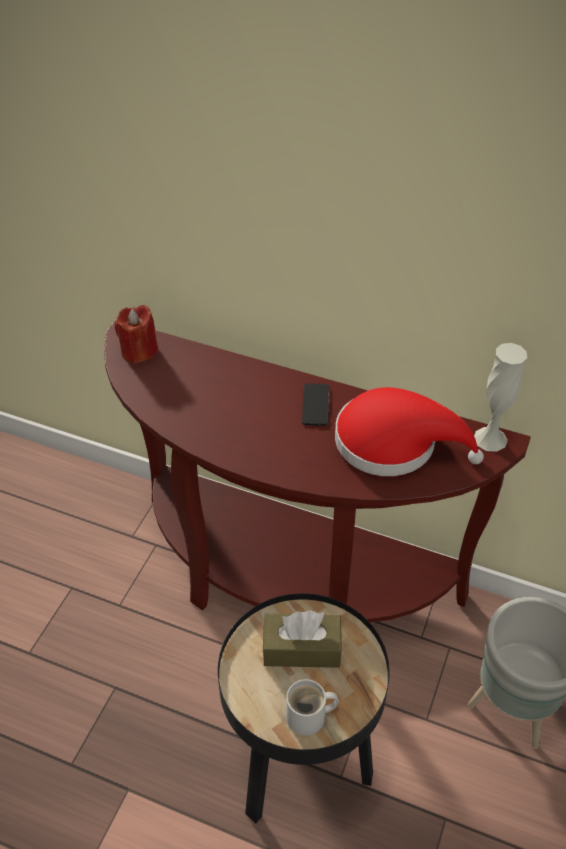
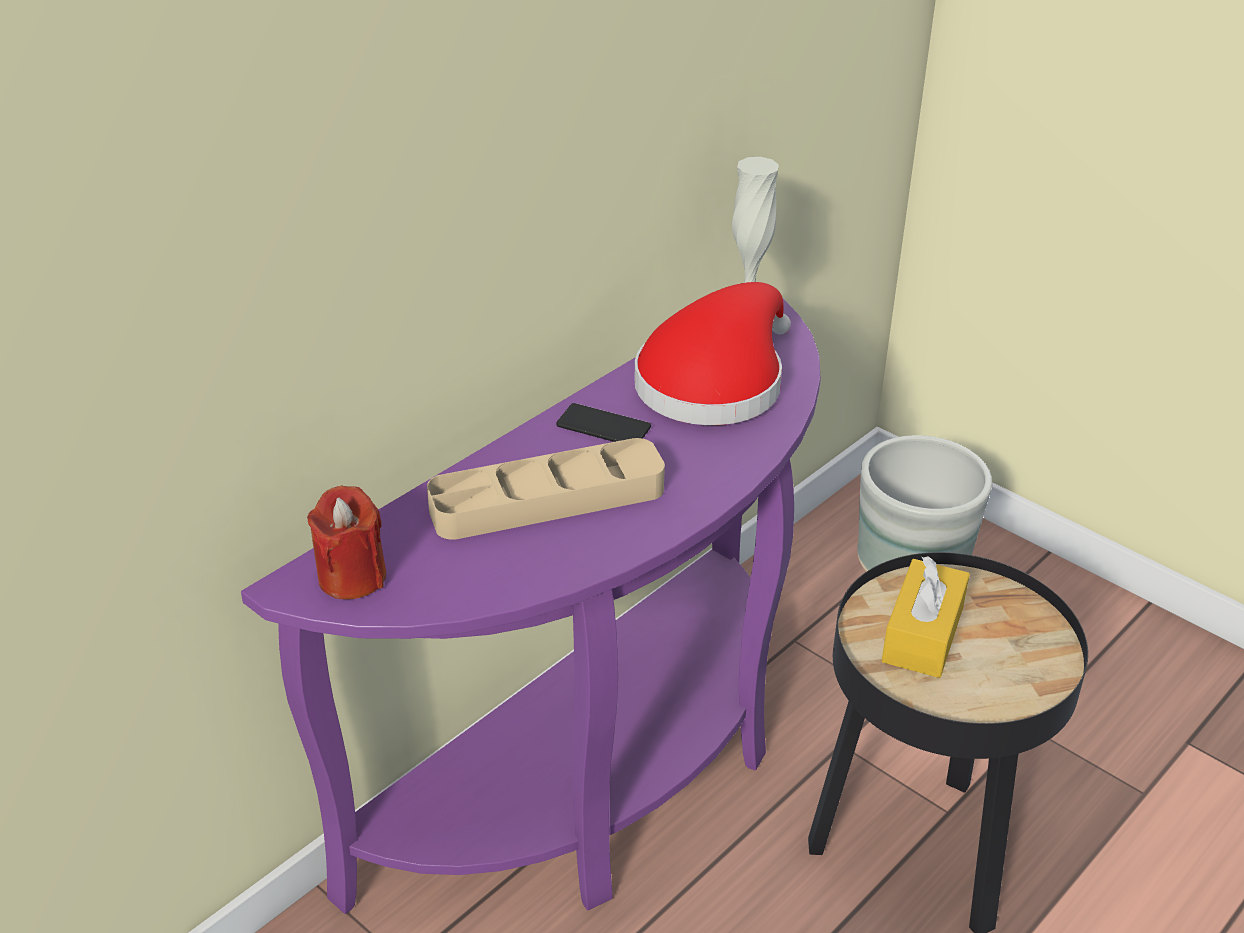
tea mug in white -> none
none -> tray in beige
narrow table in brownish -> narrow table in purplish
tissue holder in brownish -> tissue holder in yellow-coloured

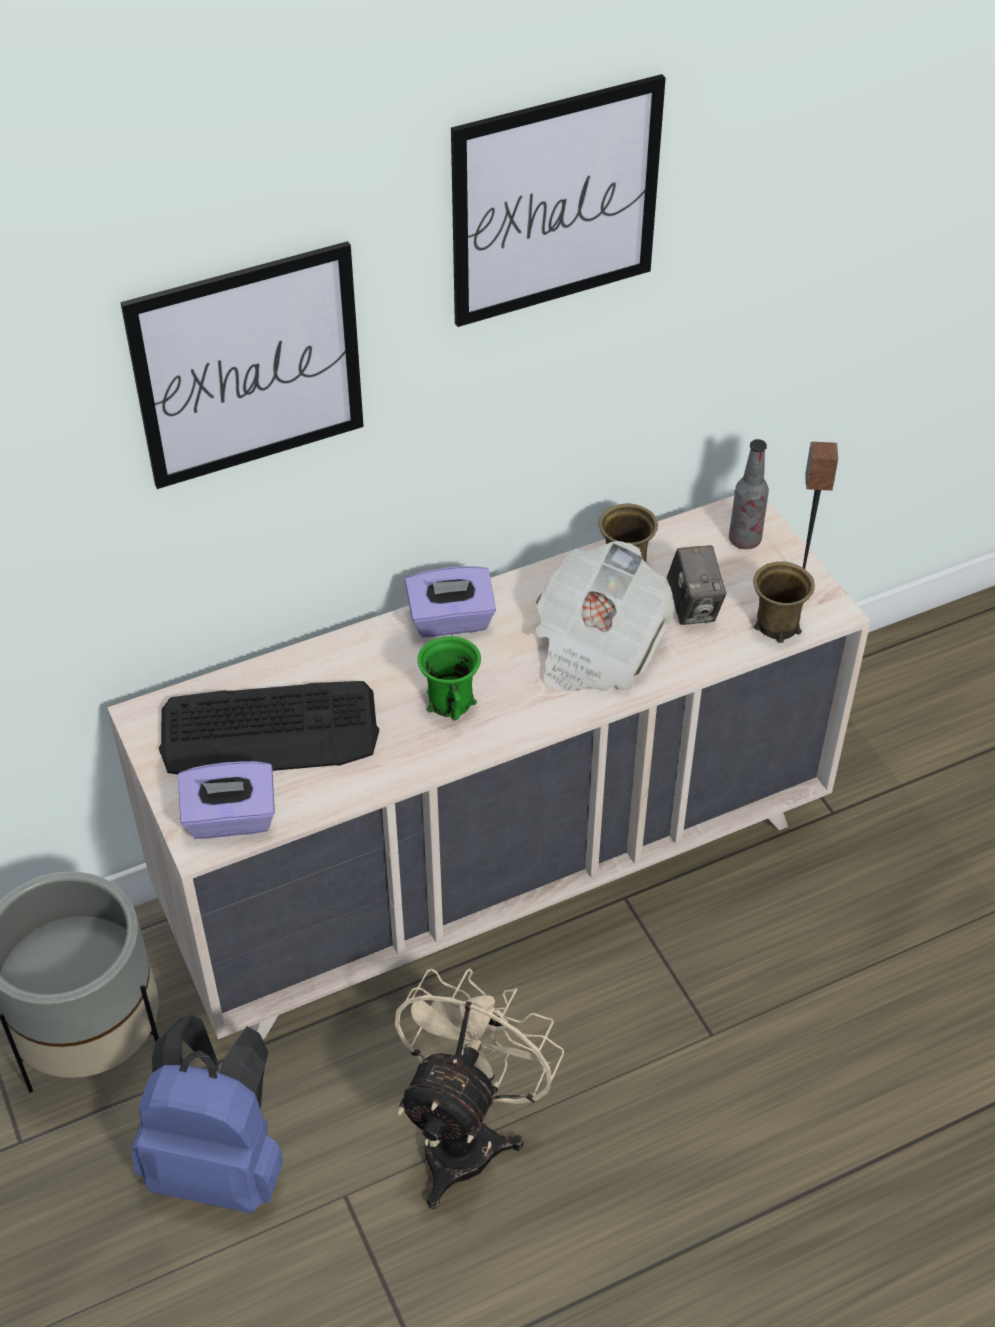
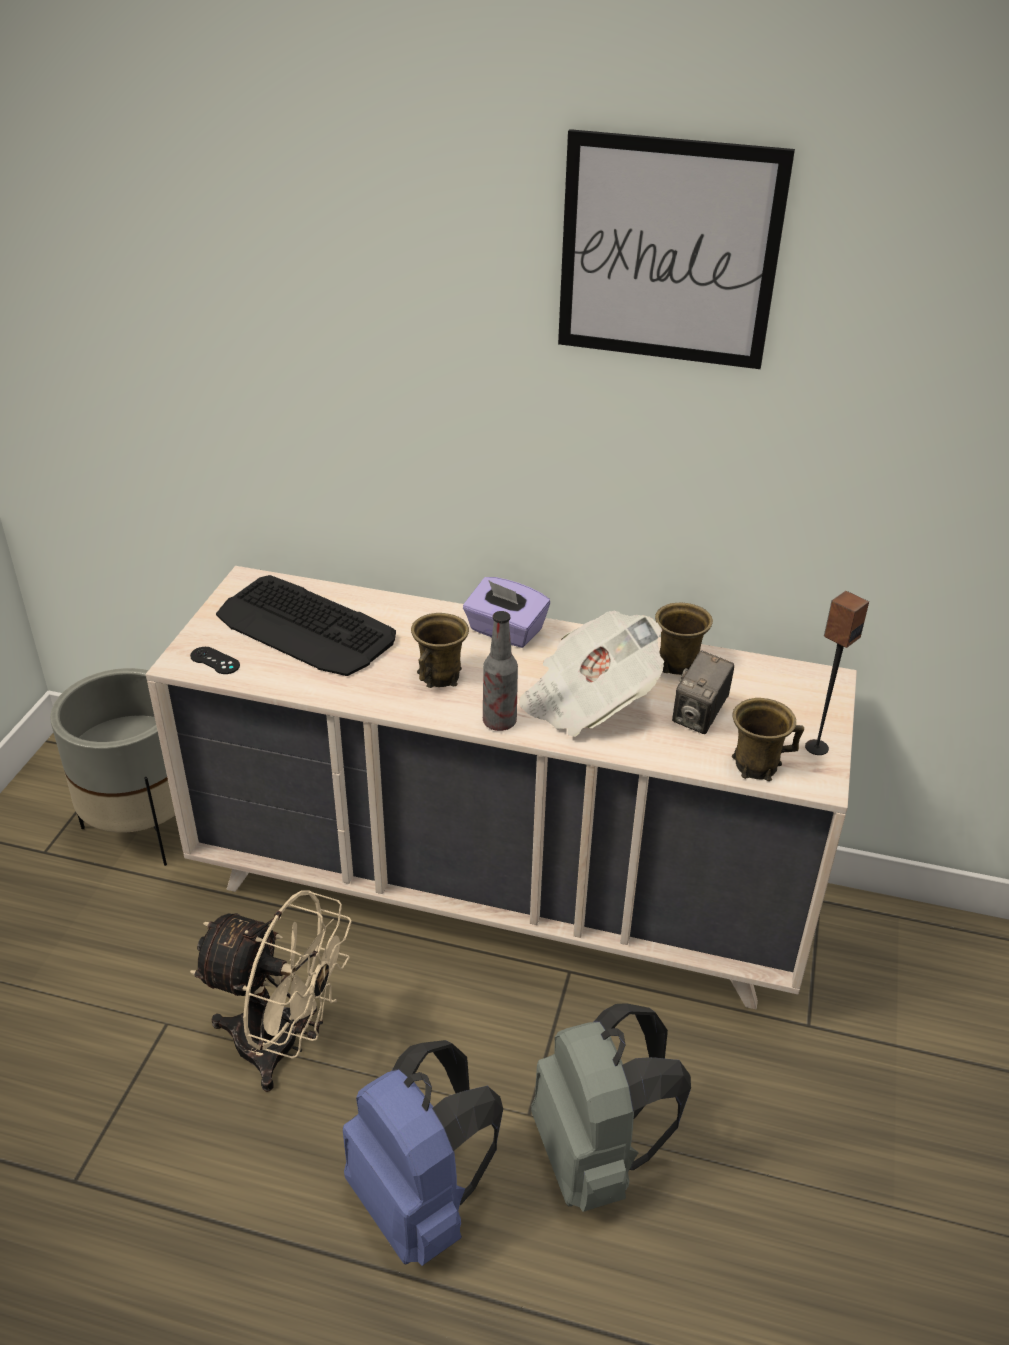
wall art (no. 1 from left) -> none
none -> backpack in greyish
backpack in blue-coloured, shifted
bottle, shifted
tissue holder in purplish (no. 1 from left) -> gamepad in black
tea mug in green -> tea mug in brownish (no. 1 from left)
cooling fan in beige, 45 degrees clockwise

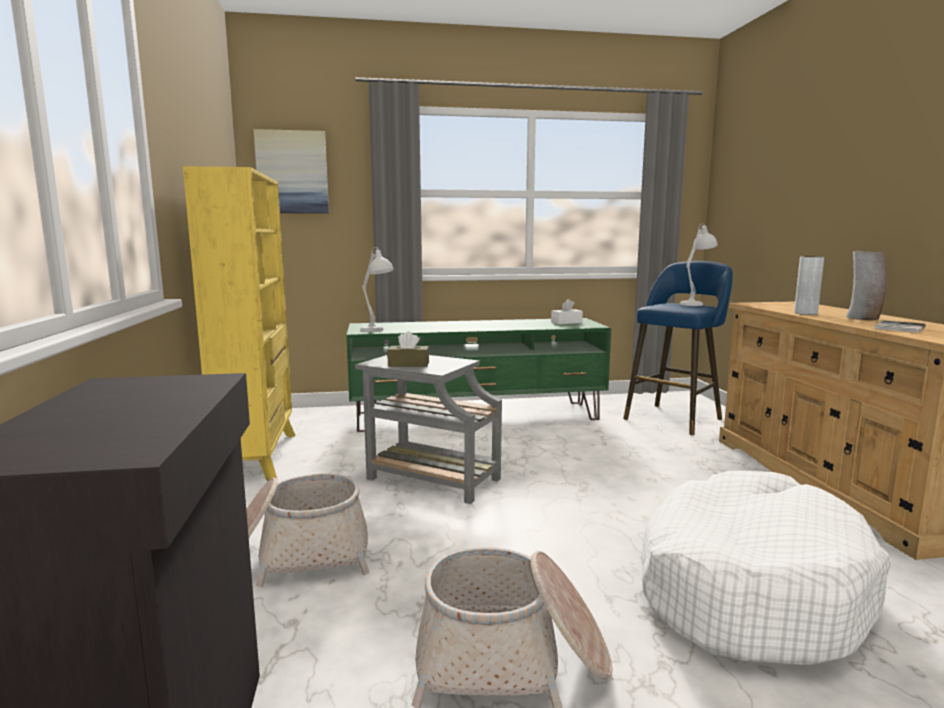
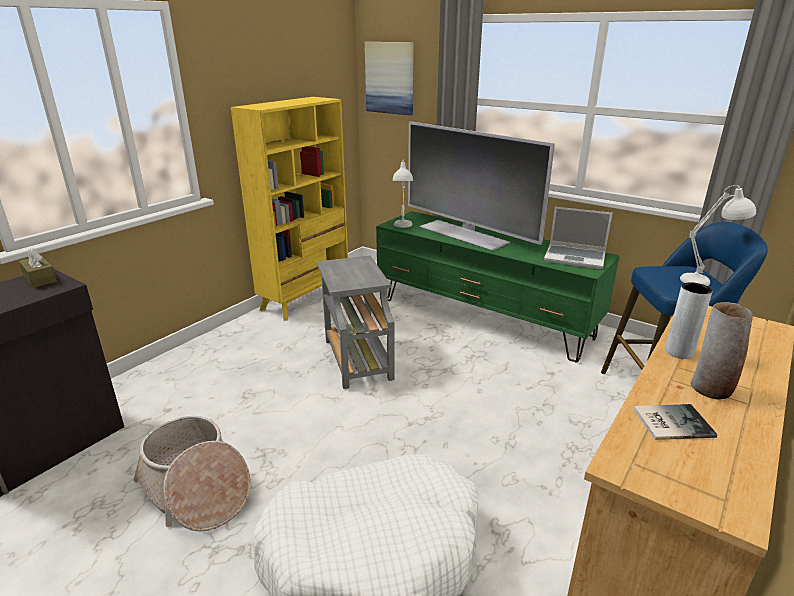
household basket (no. 1 from left) -> none
none -> TV set
tissue holder in brownish, shifted
tissue holder in white -> portable computer

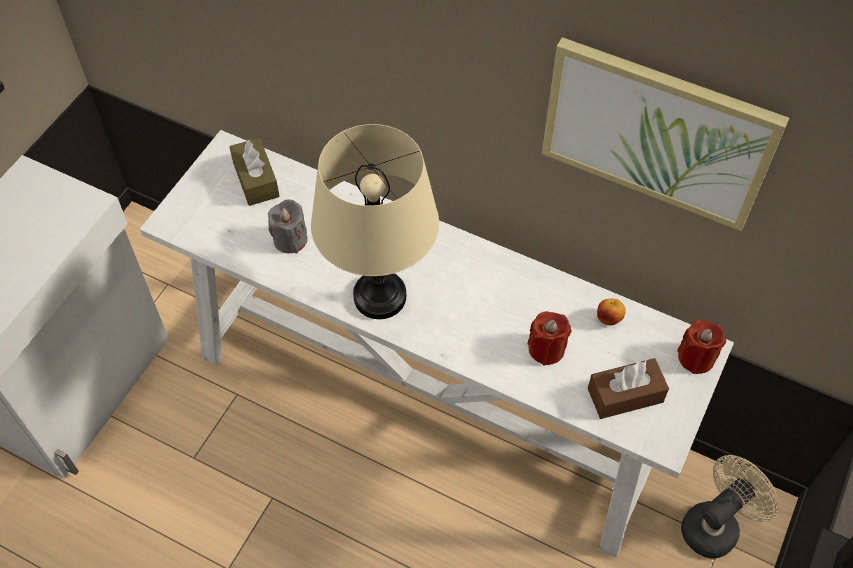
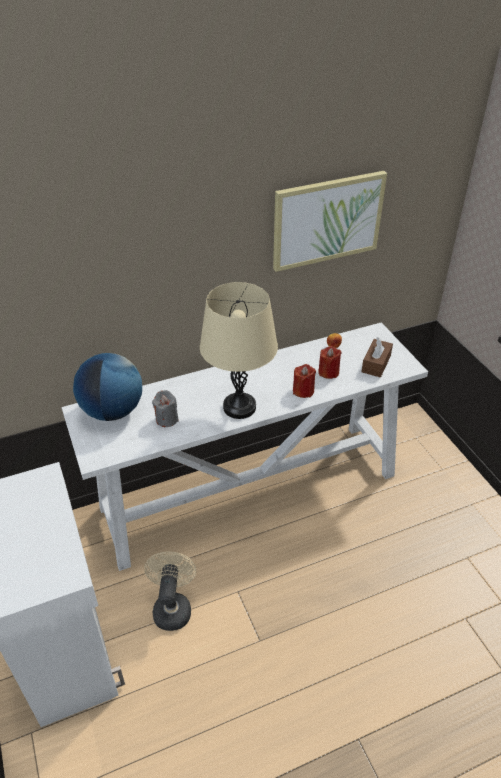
wax light in red-coloured (no. 2 from left in the first image) -> wax light in red-coloured (no. 1 from left), shifted
cooling fan in beige, shifted
tissue holder in brownish (no. 1 from left) -> desk globe

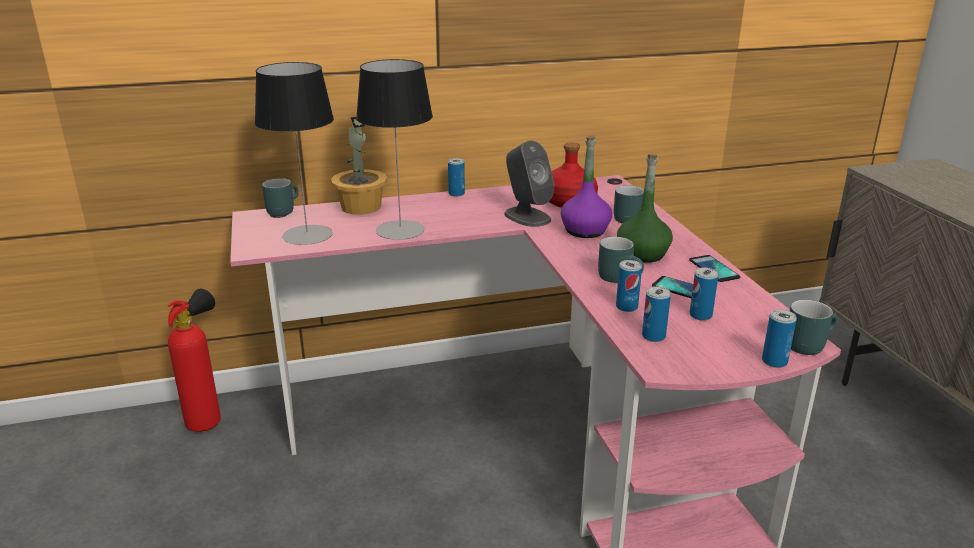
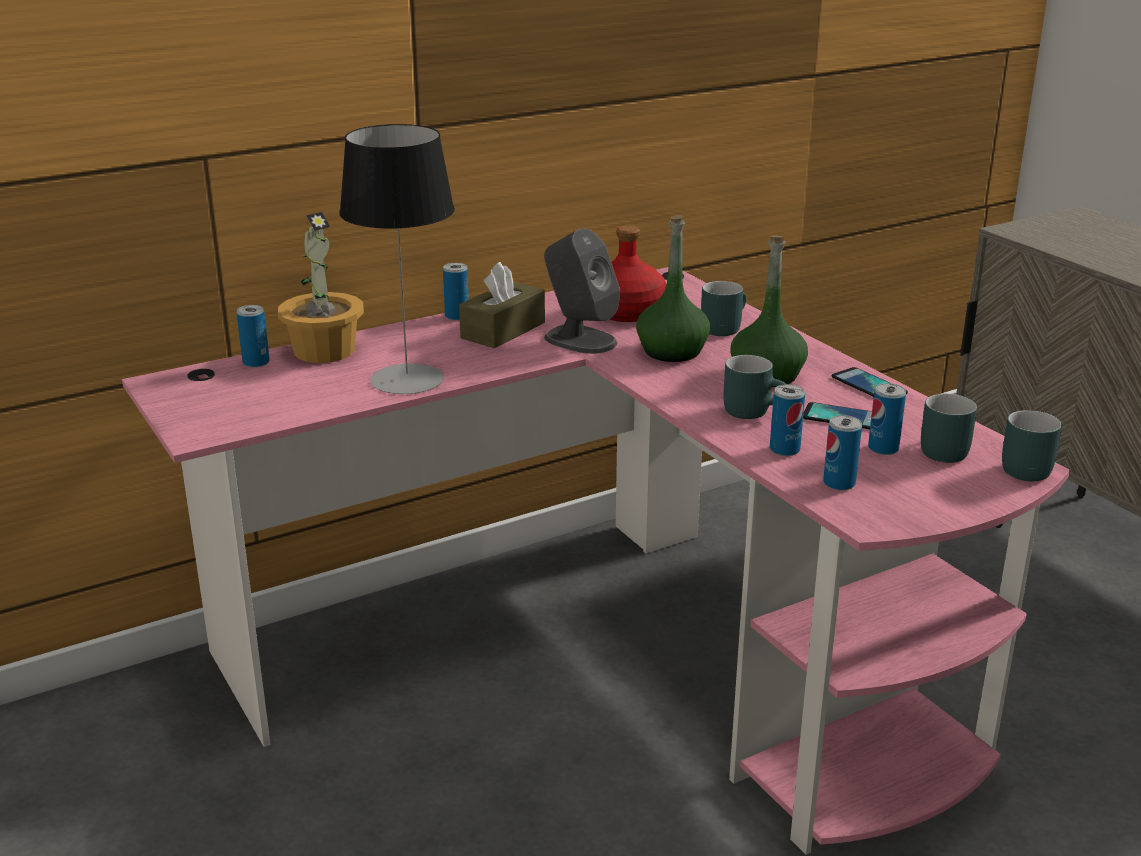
fire-fighting cylinder -> none
table lamp (no. 1 from left) -> none
none -> tissue holder in brownish
tea mug in blue-green (no. 1 from left in the first image) -> tea mug in blue-green (no. 3 from left), shifted
sealed can (no. 5 from left in the first image) -> sealed can (no. 1 from left), shifted
bottle in purplish -> bottle in green (no. 1 from left)

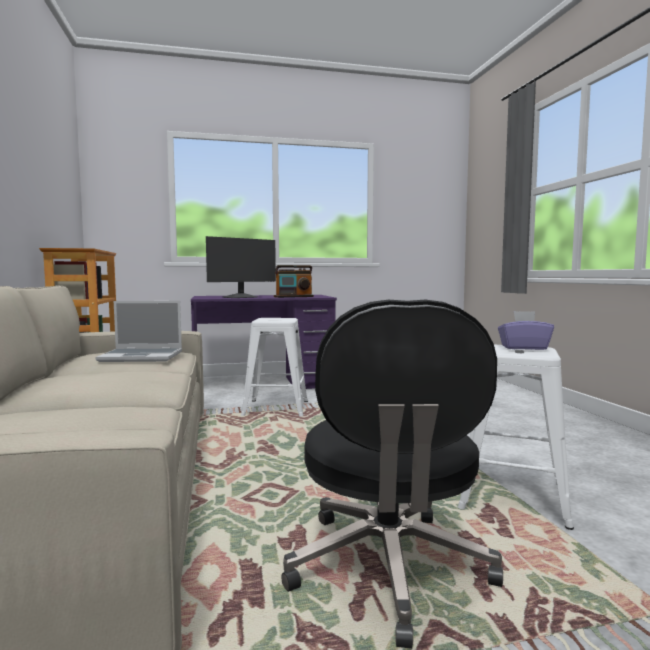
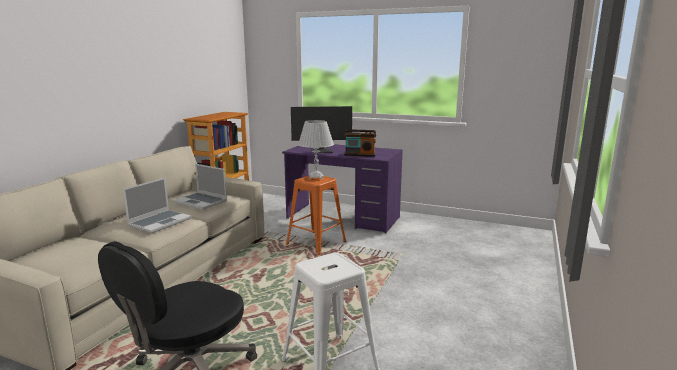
tissue holder in purplish -> none
none -> portable computer (no. 1 from left)
none -> table lamp in white
stool seat in white (no. 1 from left) -> stool seat in orange-coloured

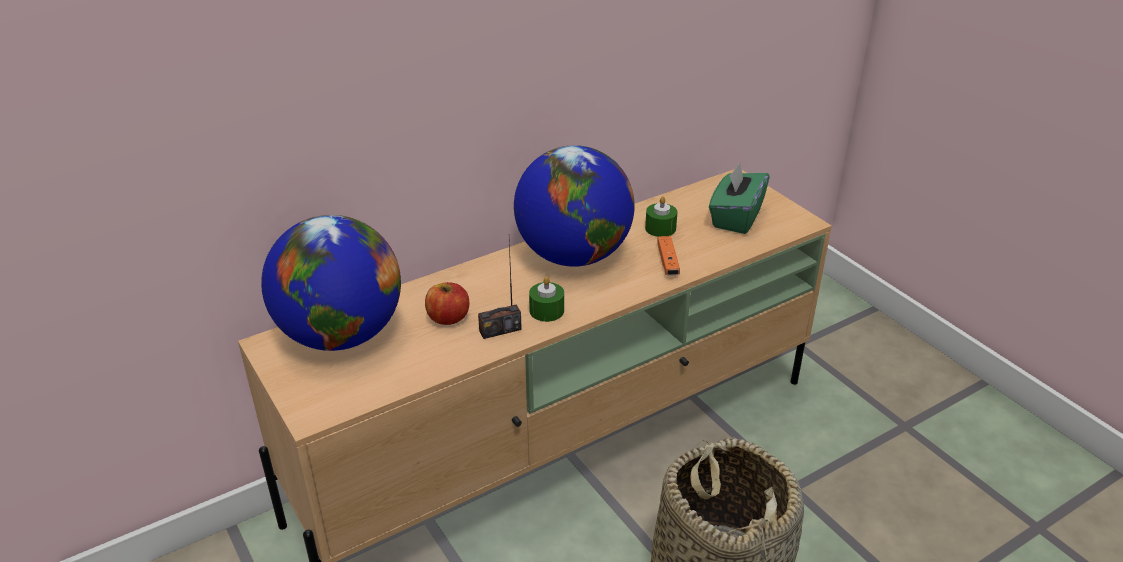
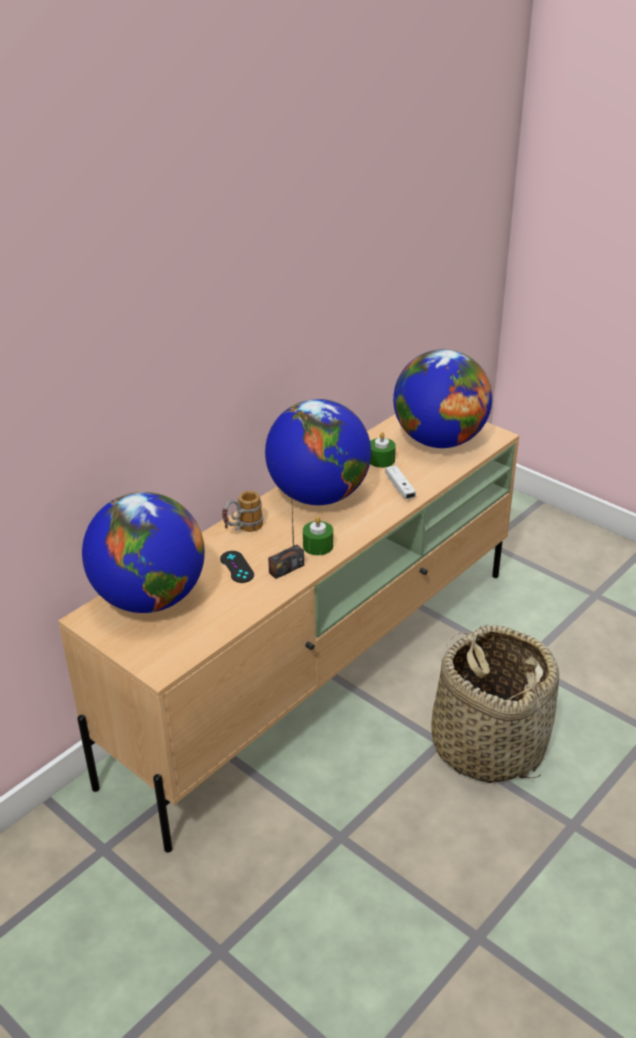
none -> tea mug
apple -> gamepad in black
tissue holder in green -> desk globe (no. 3 from left)
gamepad in orange-coloured -> gamepad in white

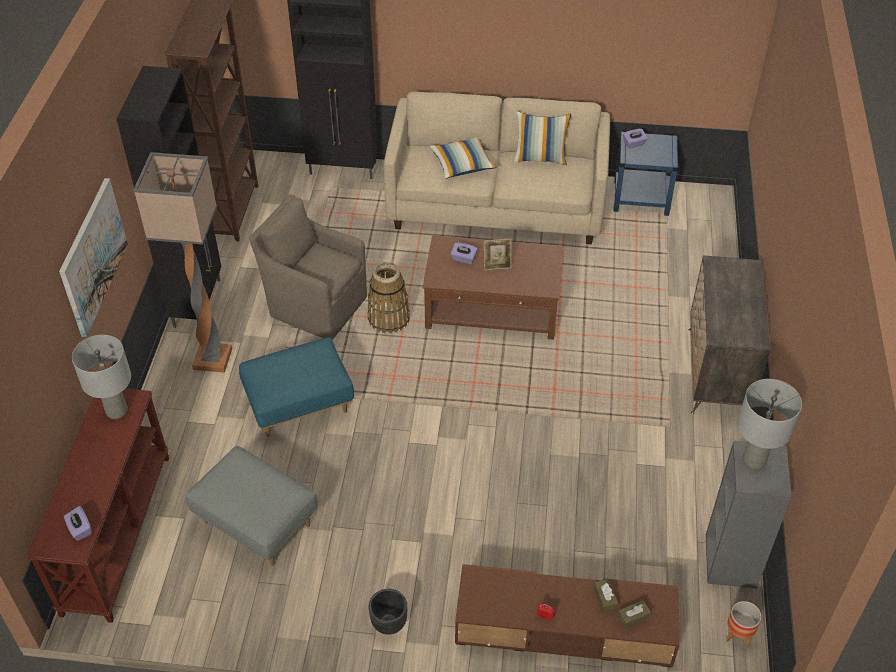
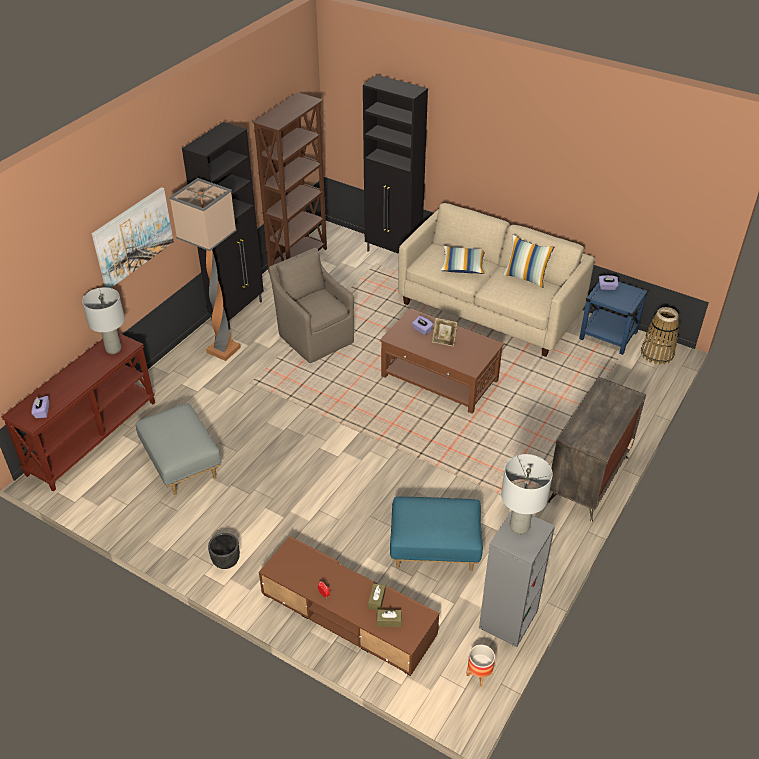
ottoman in blue-coloured, shifted
household basket, shifted

